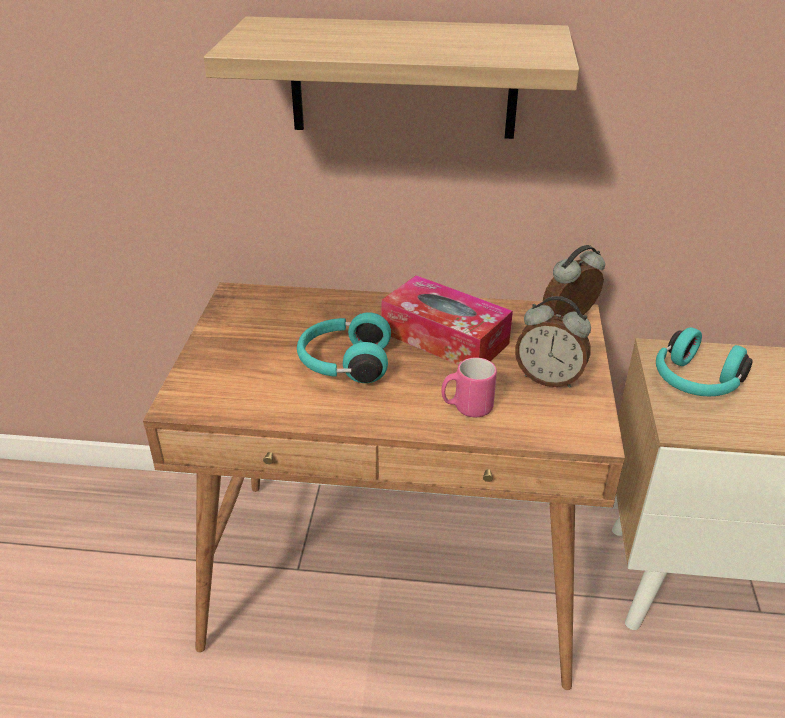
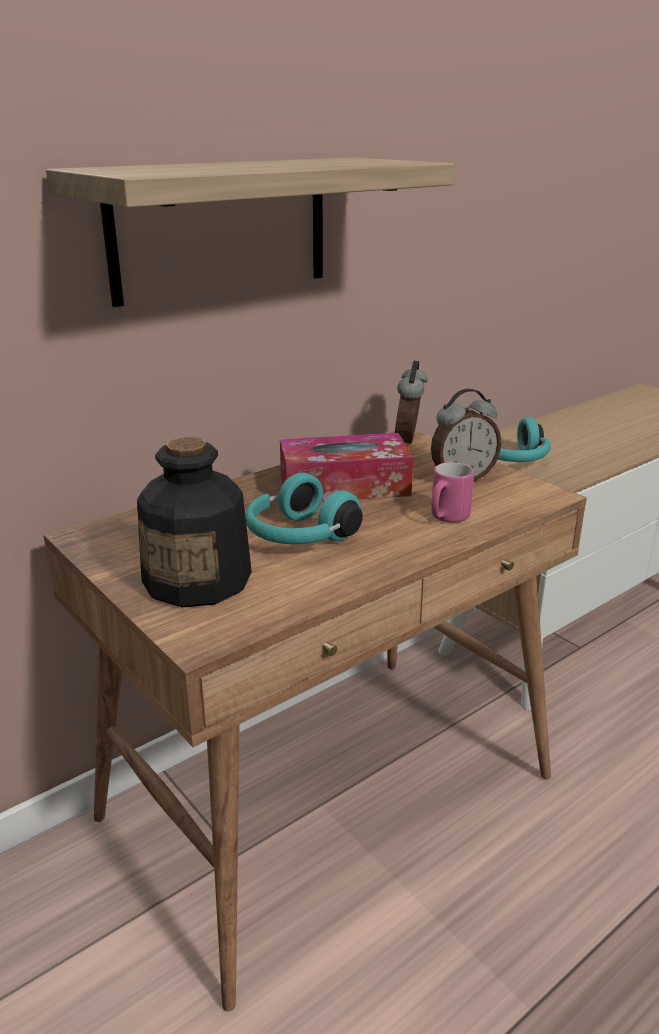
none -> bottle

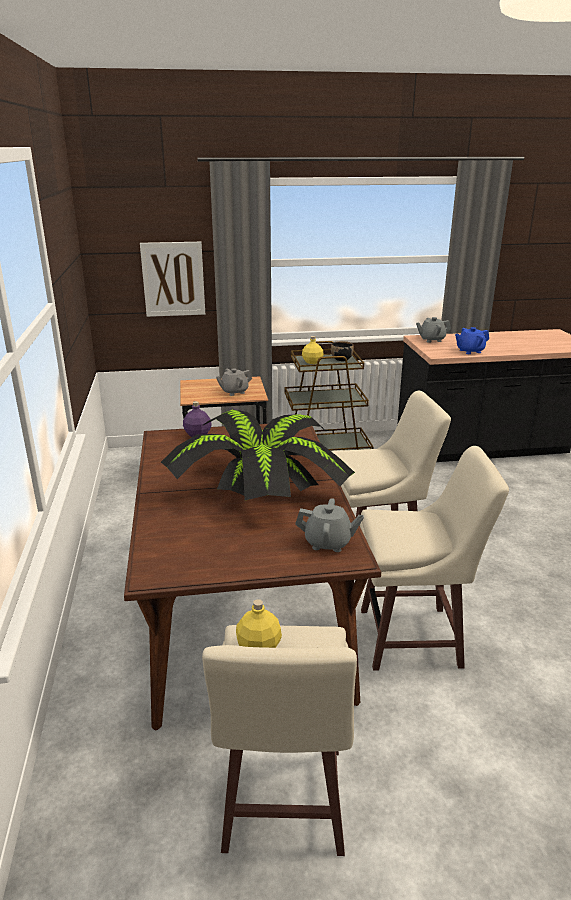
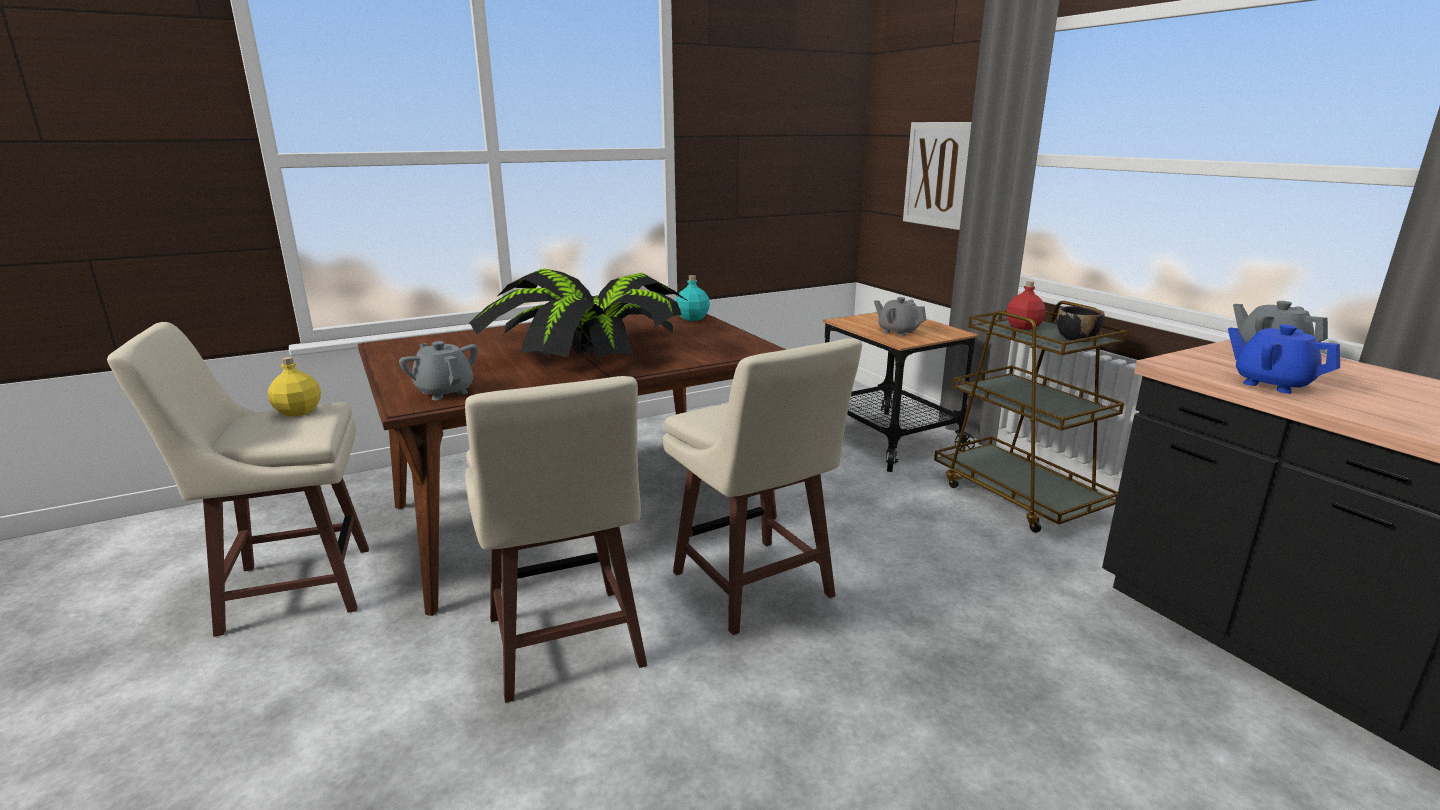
bottle in purplish -> bottle in blue-green
bottle in yellow-coloured (no. 2 from left) -> bottle in red-coloured
pot for tea in greyish (no. 2 from left in the first image) -> pot for tea in greyish (no. 1 from left), 150 degrees clockwise

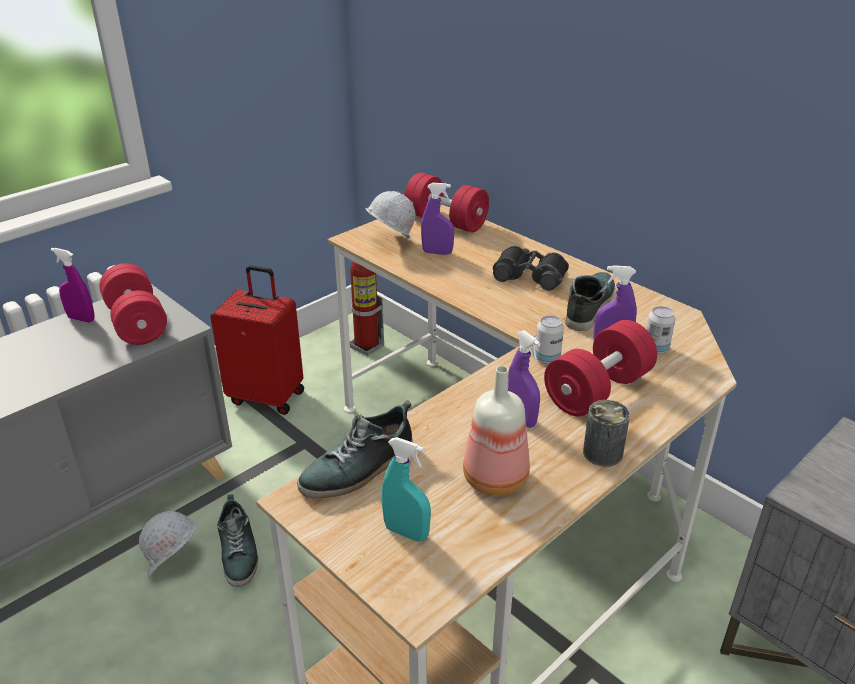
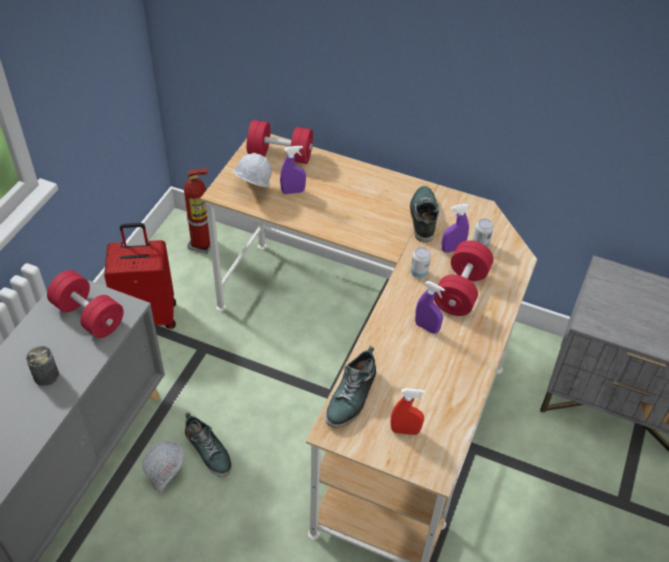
spray bottle in purplish (no. 1 from left) -> none
bottle -> none
pair of binoculars in black -> none
sealed can (no. 2 from left in the first image) -> sealed can (no. 1 from left), shifted
spray bottle in blue-green -> spray bottle in red-coloured

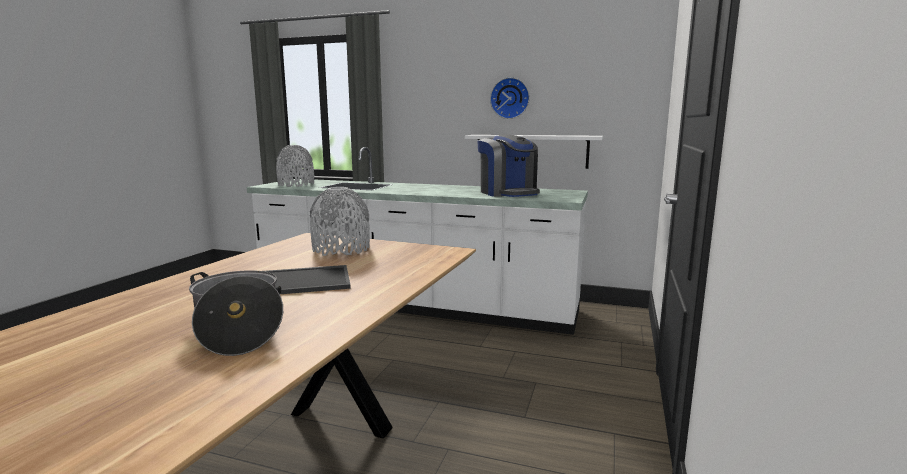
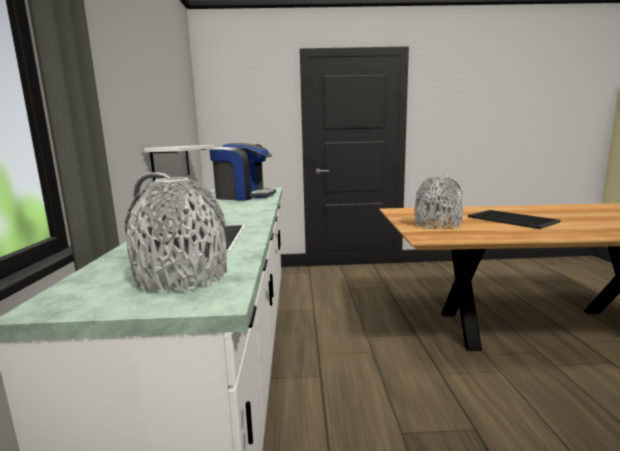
stockpot -> none
clock on the wall -> none
coffee machine, 60 degrees clockwise

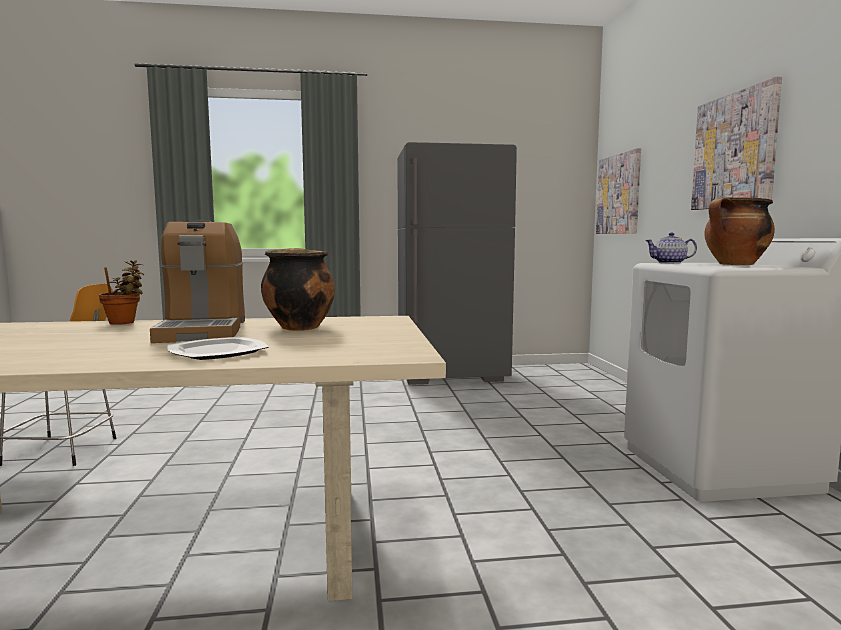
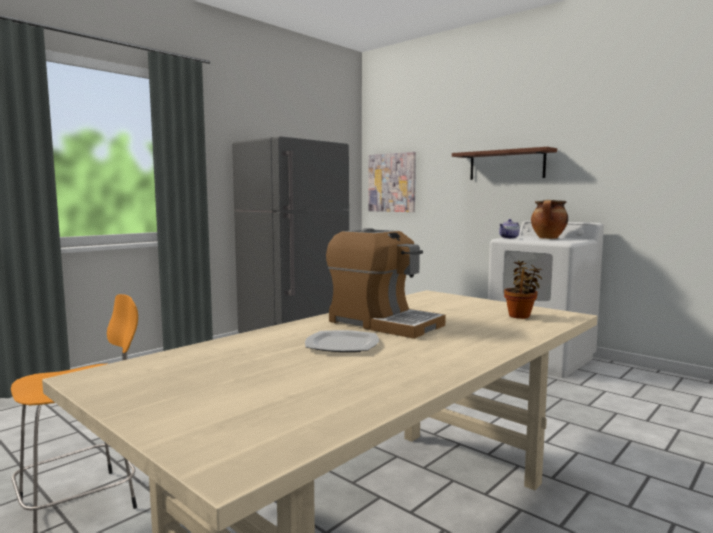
stockpot (no. 1 from left) -> none
houseplant, shifted
plate, shifted
wall art (no. 2 from left) -> shelf in brownish

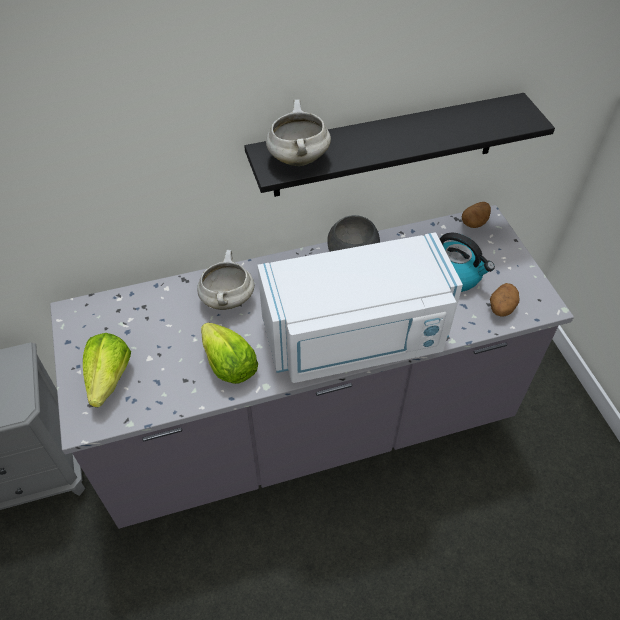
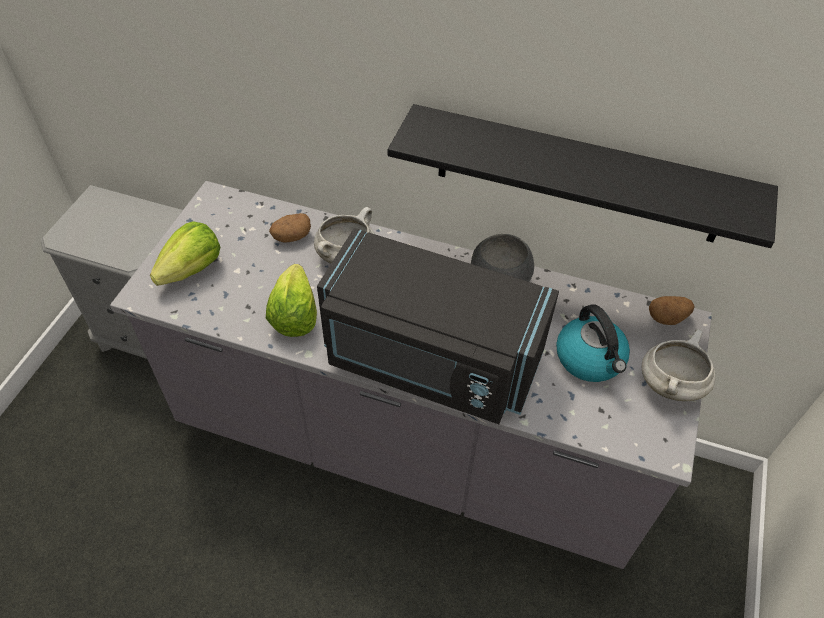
stockpot in white (no. 2 from left), shifted
spud (no. 2 from left in the first image) -> spud (no. 1 from left), shifted
microwave in white -> microwave in black

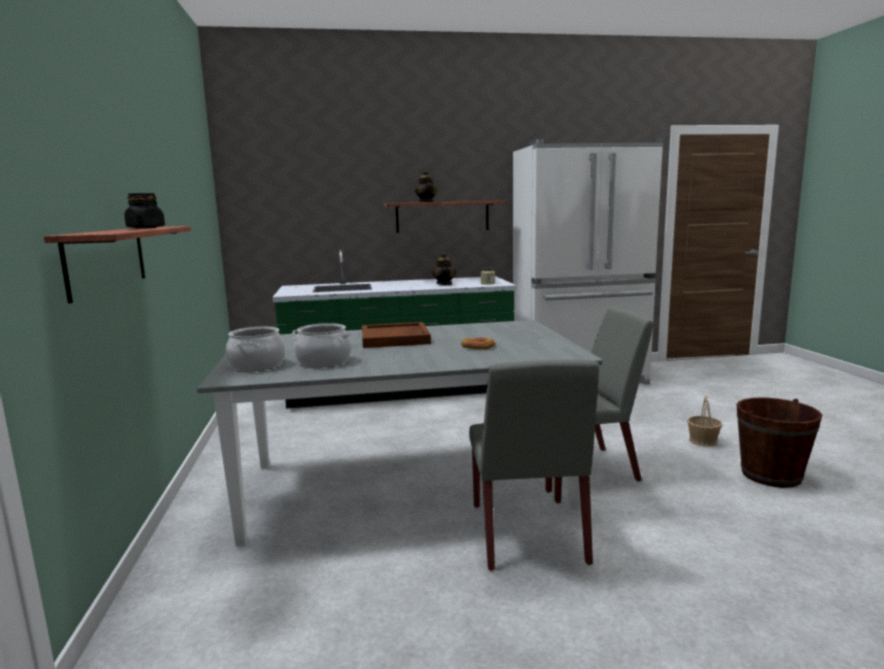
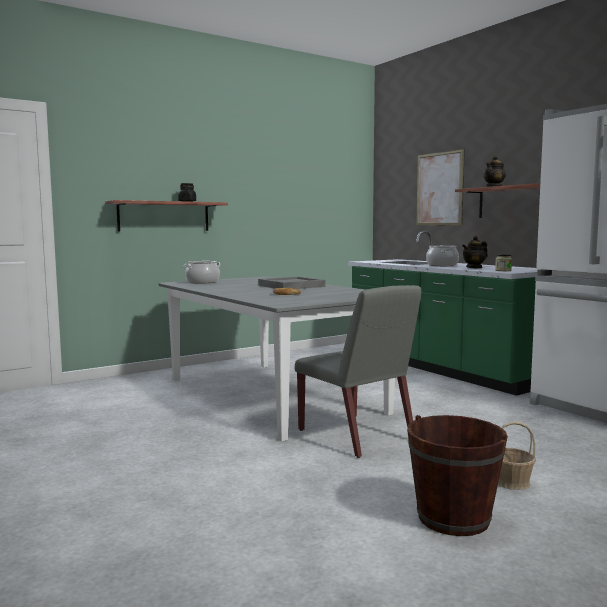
chair in greyish (no. 1 from left) -> none
none -> wall art
stockpot (no. 2 from left), shifted
tray in brownish -> tray in greyish

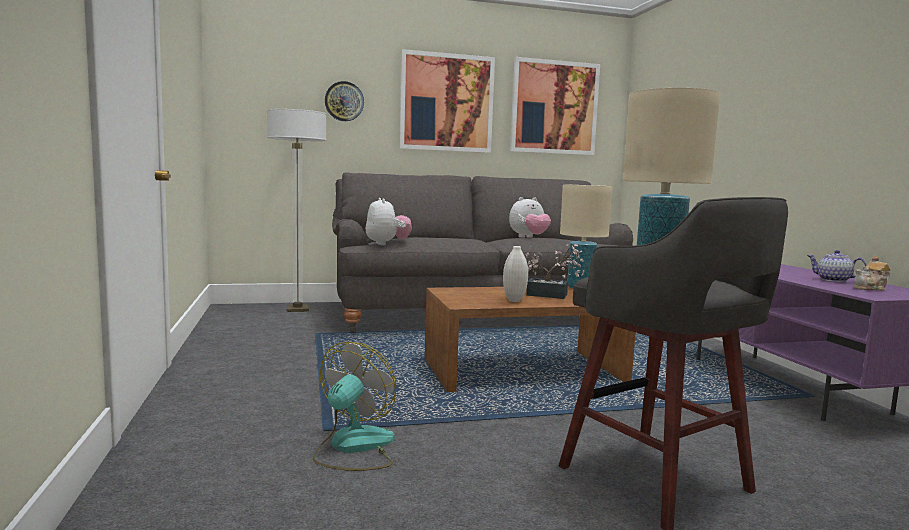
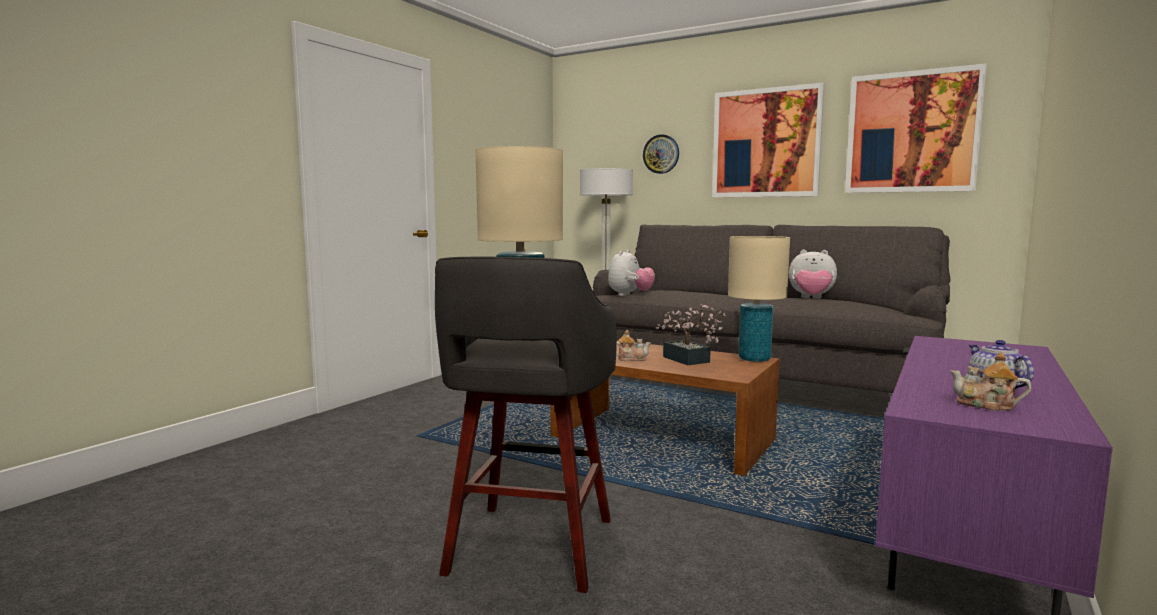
cooling fan -> none
vase in white -> pot for tea (no. 1 from left)

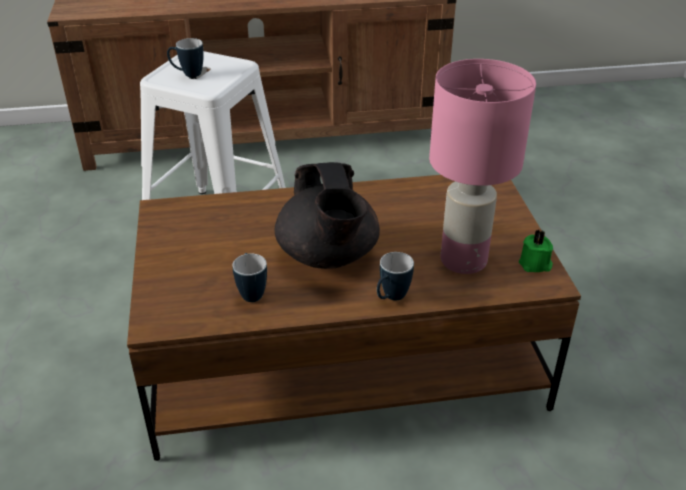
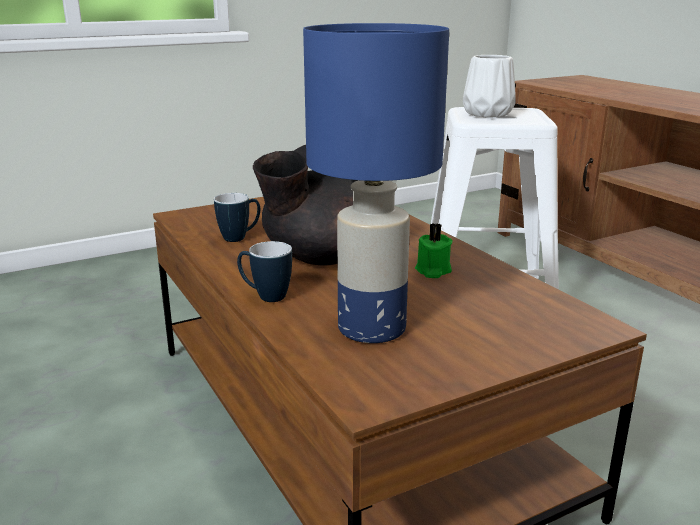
wax light in green, shifted
tea mug (no. 1 from left) -> vase in white
table lamp in pink-coloured -> table lamp in blue-coloured

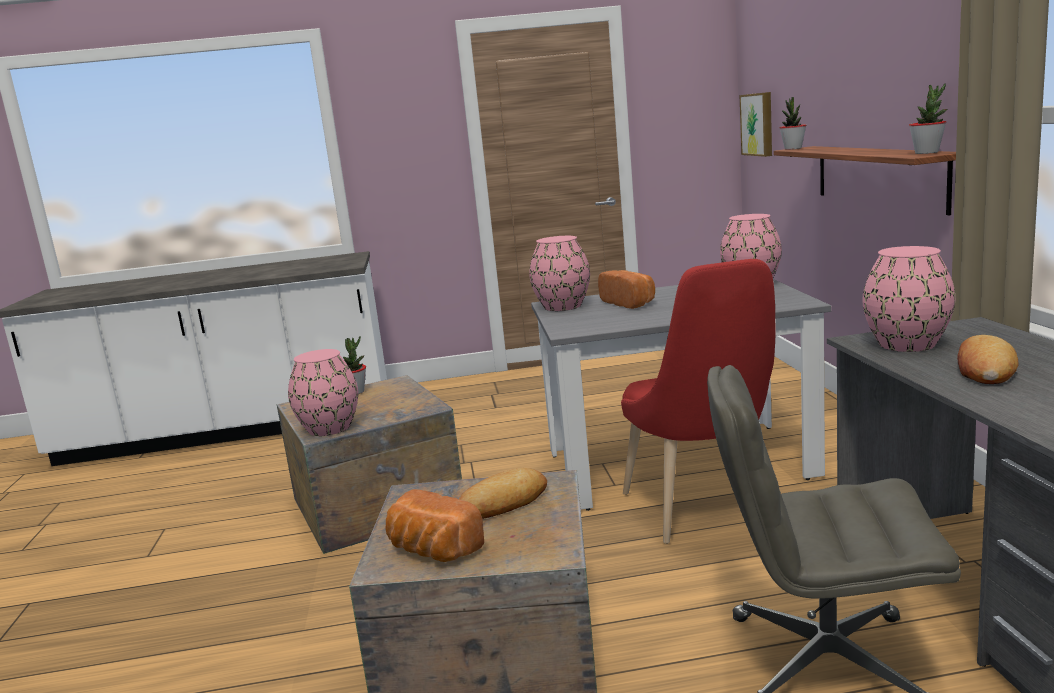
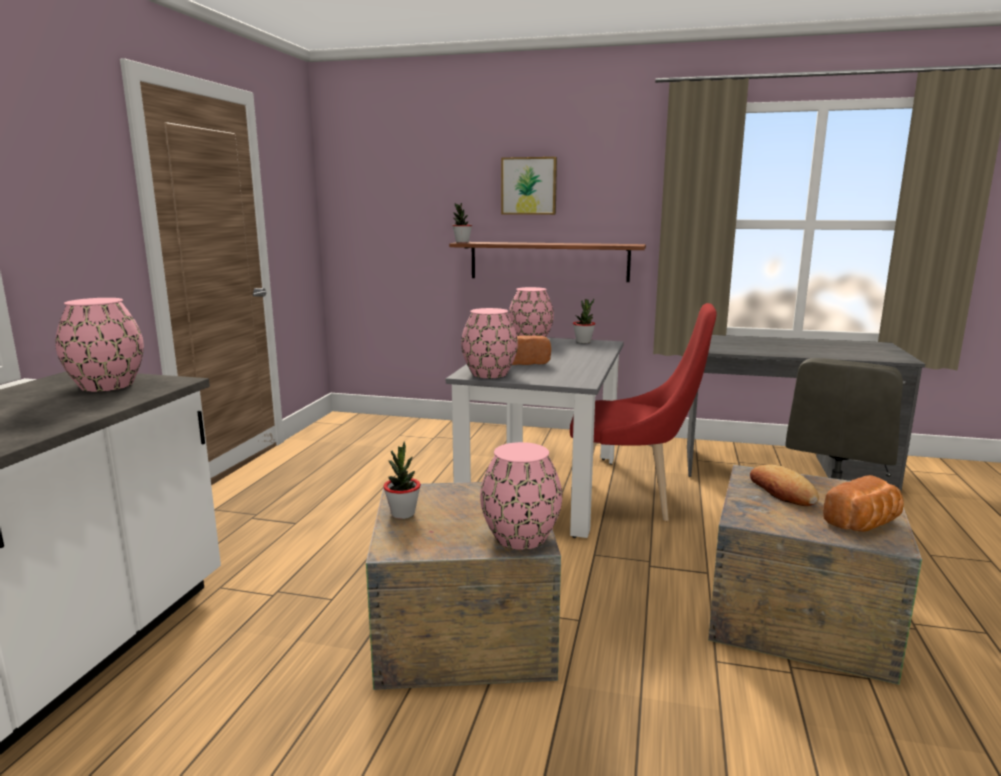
baked bread (no. 4 from left) -> none
wall art, shifted
vase in pink-coloured (no. 4 from left in the first image) -> vase in pink-coloured (no. 1 from left), shifted
houseplant (no. 3 from left), shifted

